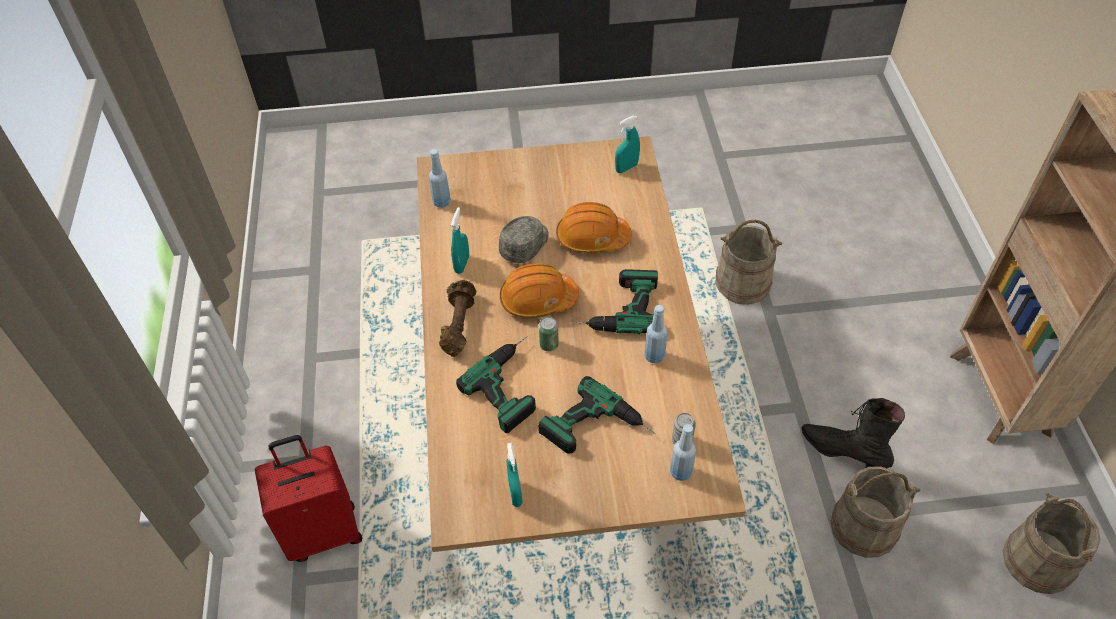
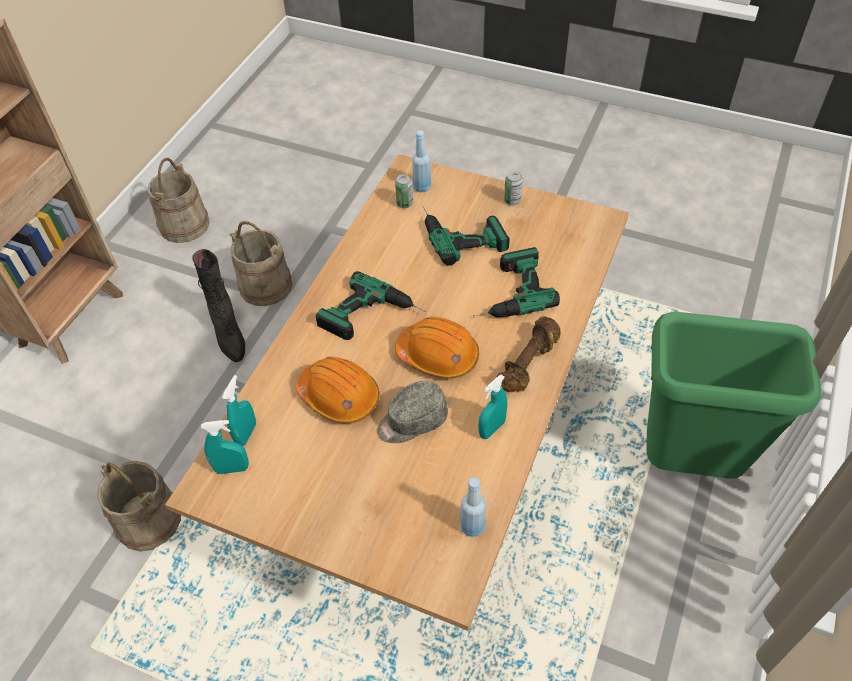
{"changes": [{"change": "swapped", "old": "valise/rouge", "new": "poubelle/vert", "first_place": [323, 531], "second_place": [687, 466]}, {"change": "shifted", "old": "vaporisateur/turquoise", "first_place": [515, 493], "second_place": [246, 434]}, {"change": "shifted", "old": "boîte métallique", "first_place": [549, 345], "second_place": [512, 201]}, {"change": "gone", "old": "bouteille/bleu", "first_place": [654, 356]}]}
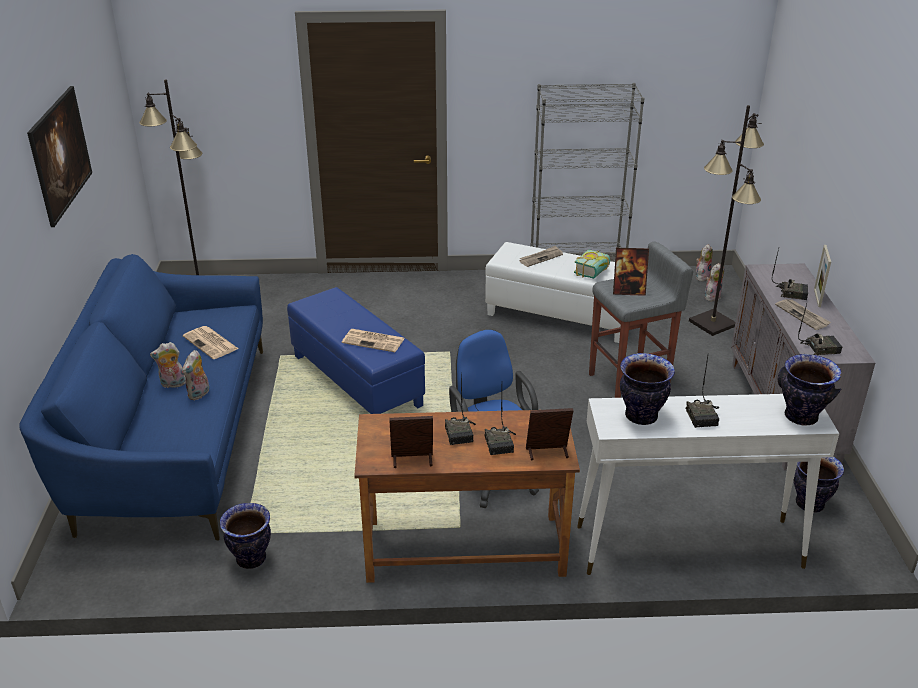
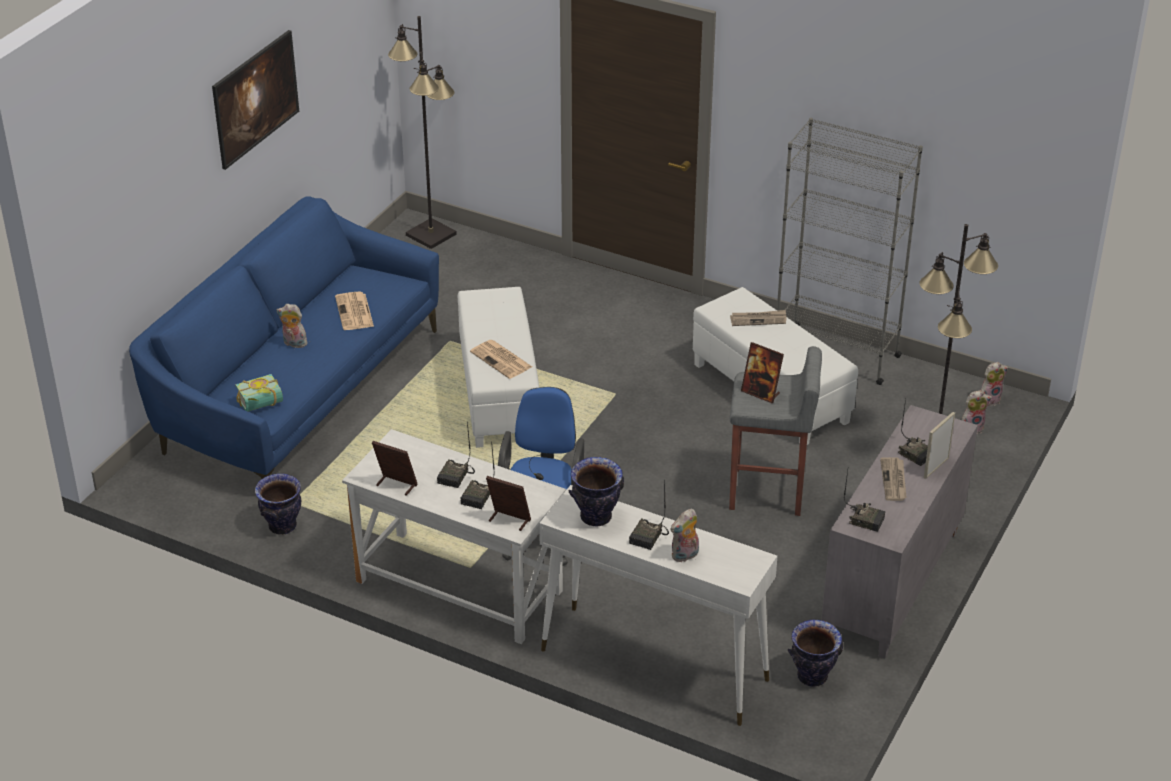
{"changes": [{"change": "shifted", "old": "peluche", "first_place": [199, 394], "second_place": [685, 556]}, {"change": "repainted", "old": "pouf/bleu", "new": "pouf/blanc", "first_place": [355, 381], "second_place": [498, 393]}, {"change": "repainted", "old": "bureau/marron", "new": "bureau/blanc", "first_place": [464, 548], "second_place": [458, 587]}, {"change": "shifted", "old": "livre", "first_place": [595, 272], "second_place": [262, 405]}, {"change": "gone", "old": "vase", "first_place": [800, 417]}]}
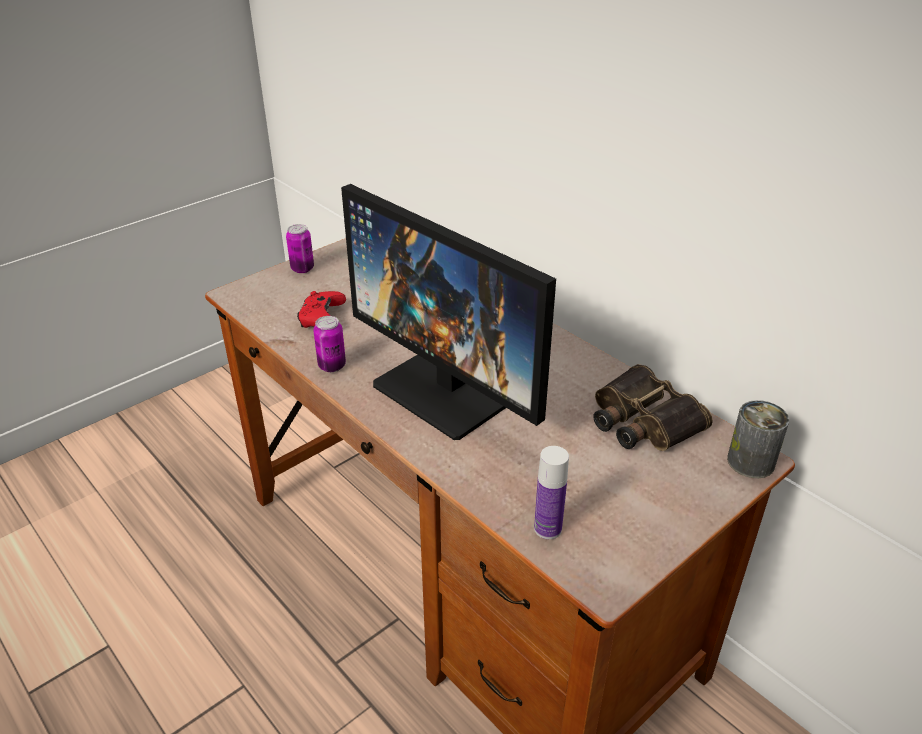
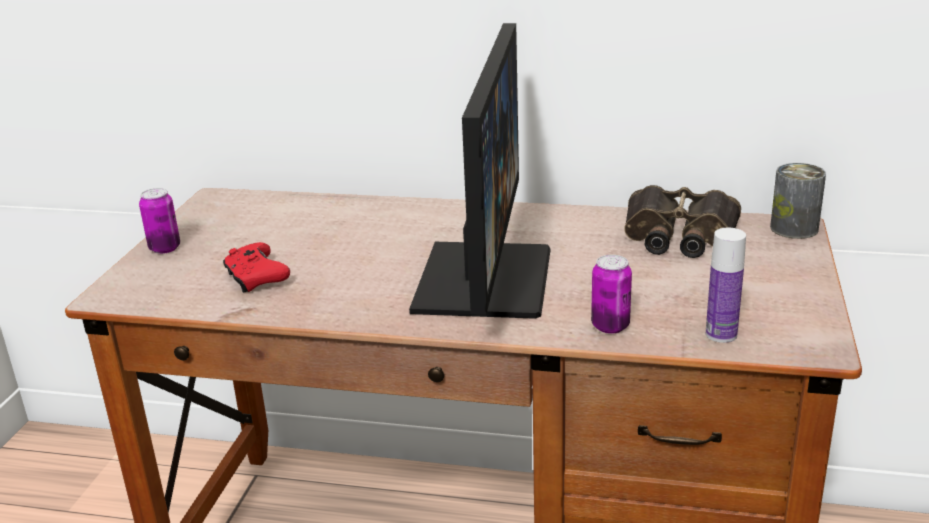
{"changes": [{"change": "shifted", "old": "boîte métallique", "first_place": [332, 366], "second_place": [610, 326]}, {"change": "rotated", "old": "écran d'ordinateur", "first_place": [451, 389], "second_place": [483, 278], "degrees": -90}]}
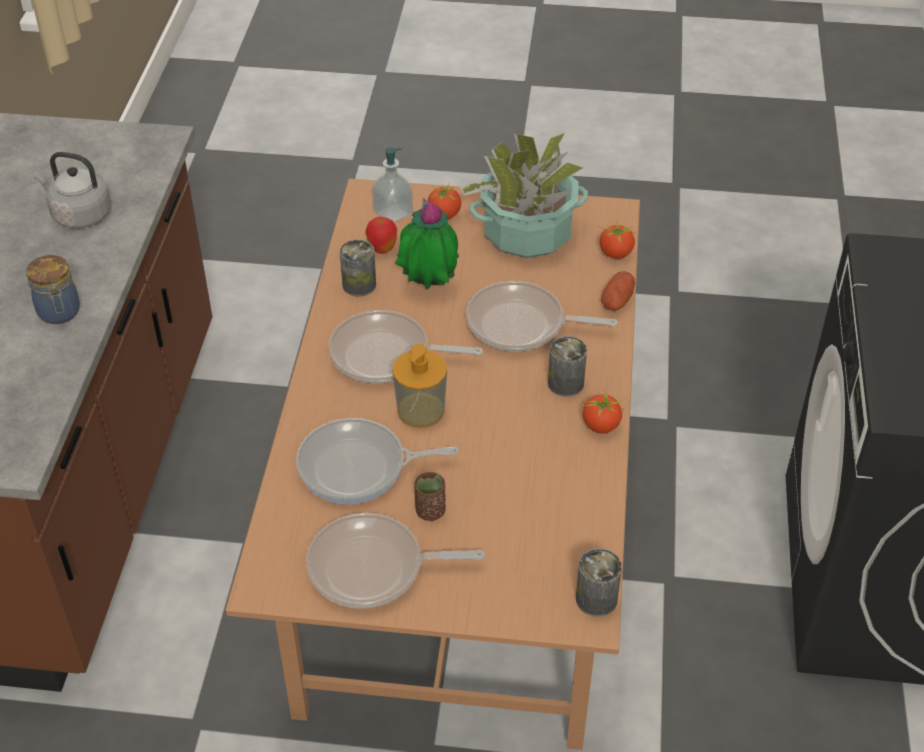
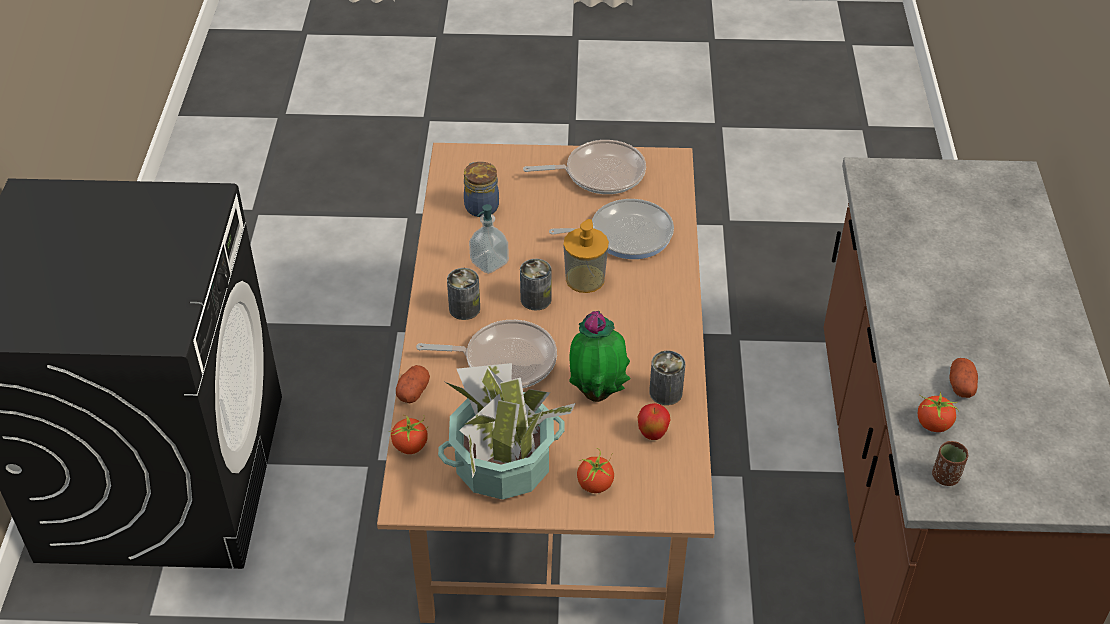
{"changes": [{"change": "shifted", "old": "bocal", "first_place": [59, 313], "second_place": [481, 206]}, {"change": "swapped", "old": "bouilloire/gris", "new": "pomme de terre", "first_place": [79, 215], "second_place": [961, 385]}, {"change": "gone", "old": "poêle", "first_place": [386, 355]}, {"change": "shifted", "old": "distributeur de savon", "first_place": [393, 213], "second_place": [489, 262]}, {"change": "shifted", "old": "tasse/marron", "first_place": [430, 511], "second_place": [945, 477]}, {"change": "shifted", "old": "boîte métallique", "first_place": [596, 599], "second_place": [536, 299]}, {"change": "shifted", "old": "tomate", "first_place": [601, 425], "second_place": [933, 424]}]}
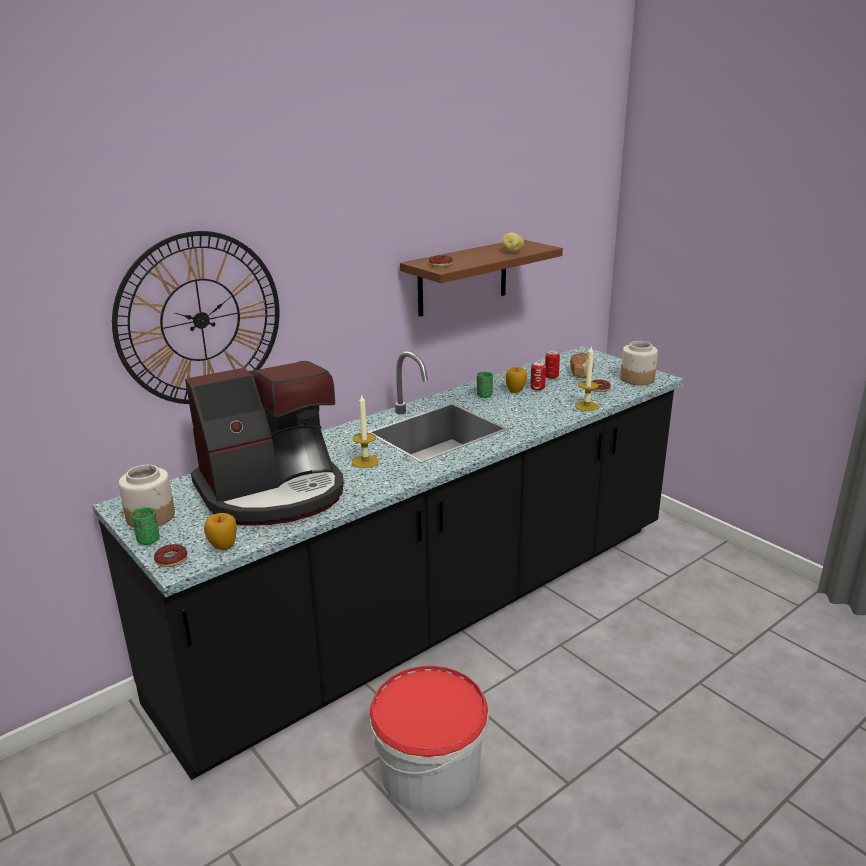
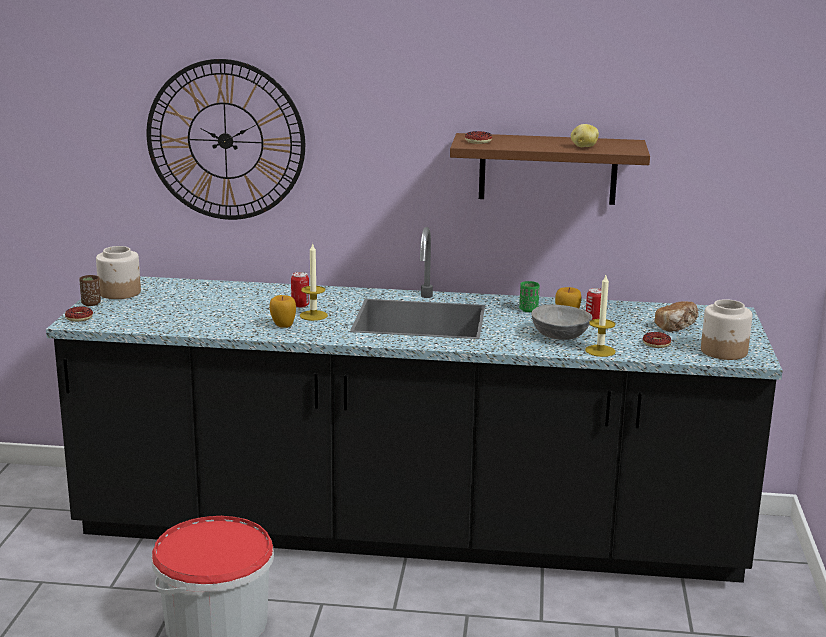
{"changes": [{"change": "repainted", "old": "tasse/vert", "new": "tasse/marron", "first_place": [148, 540], "second_place": [91, 303]}, {"change": "gone", "old": "machine à café", "first_place": [273, 492]}, {"change": "shifted", "old": "pomme", "first_place": [223, 547], "second_place": [283, 326]}, {"change": "shifted", "old": "boîte métallique", "first_place": [551, 376], "second_place": [300, 305]}, {"change": "new", "new": "bol/gris", "second_place": [559, 335]}]}
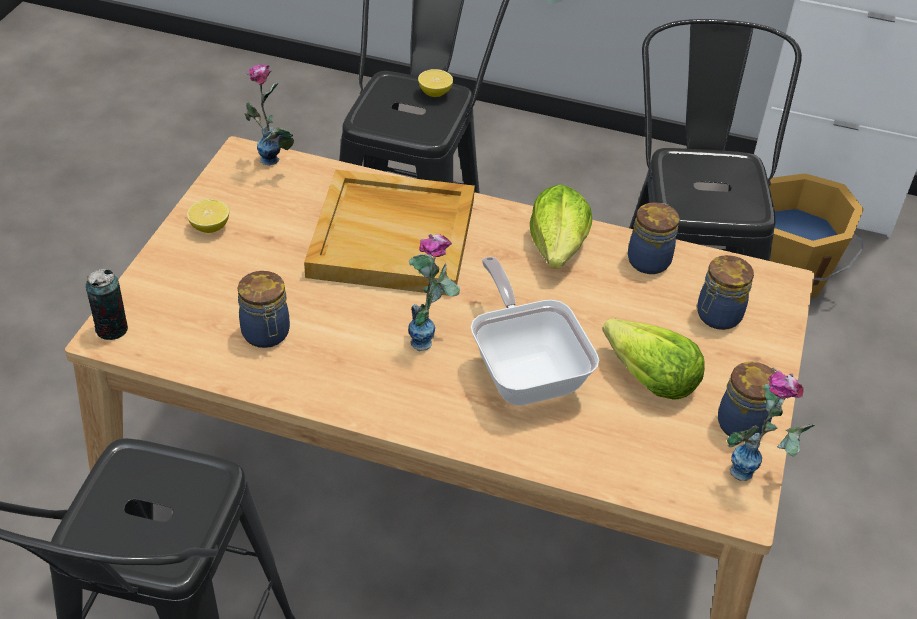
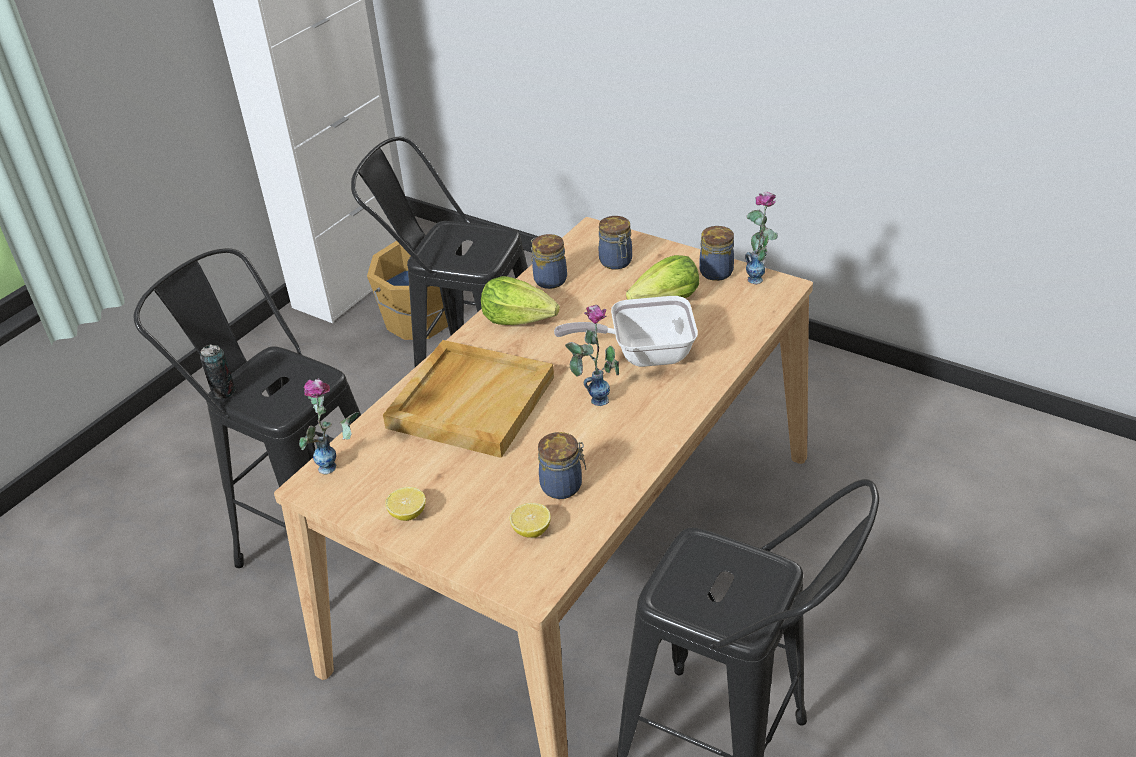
{"changes": [{"change": "shifted", "old": "boîte métallique", "first_place": [112, 329], "second_place": [223, 391]}, {"change": "shifted", "old": "citron", "first_place": [435, 93], "second_place": [531, 530]}]}
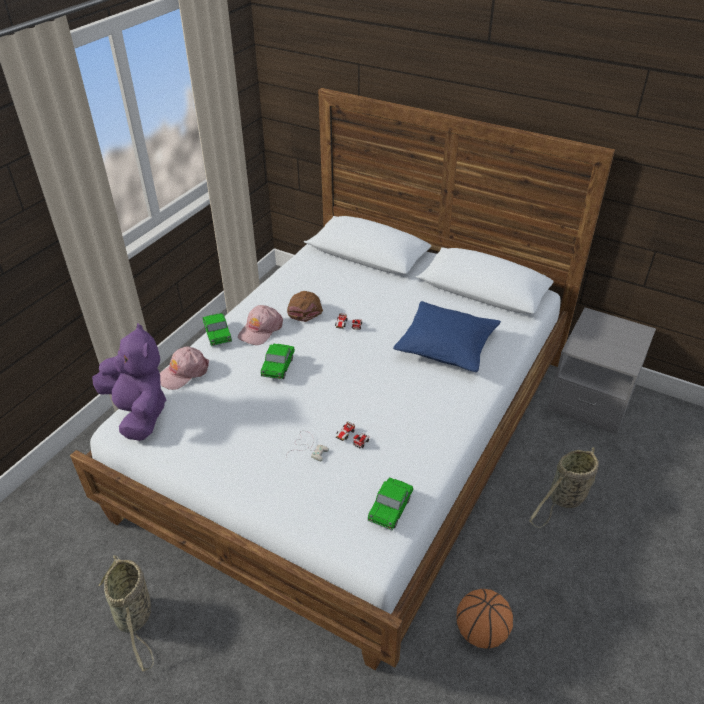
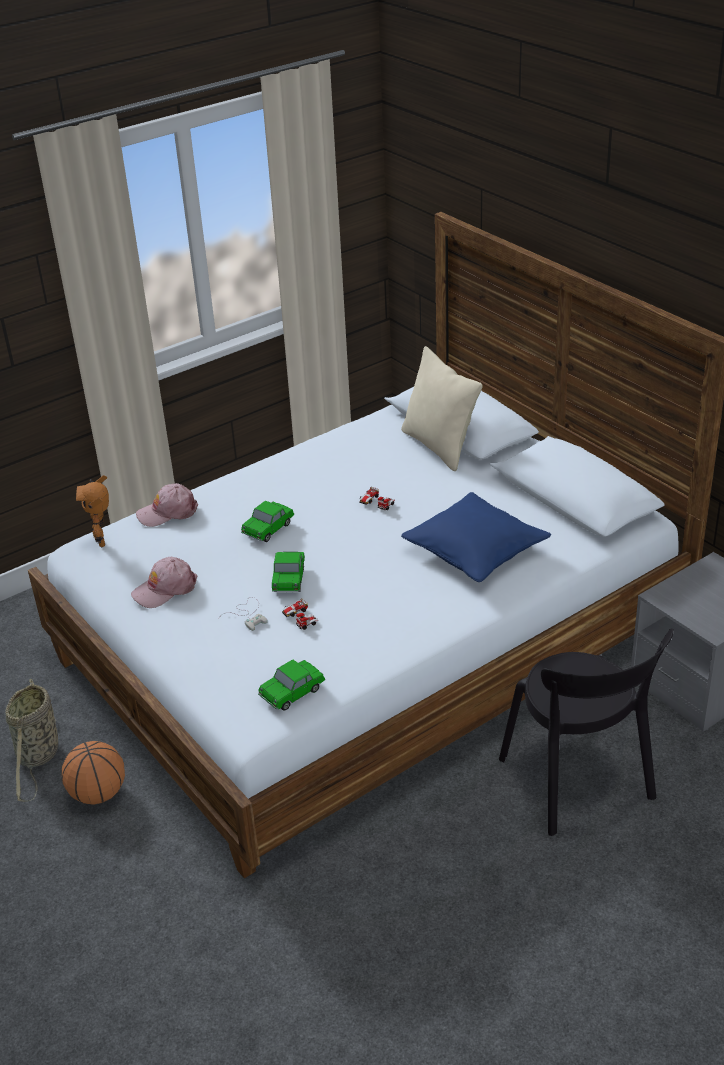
{"changes": [{"change": "swapped", "old": "peluche/violet", "new": "robot jouet", "first_place": [139, 413], "second_place": [103, 541]}, {"change": "shifted", "old": "petite voiture", "first_place": [218, 335], "second_place": [289, 580]}, {"change": "shifted", "old": "casquette/rose", "first_place": [260, 330], "second_place": [165, 589]}, {"change": "gone", "old": "casquette/marron", "first_place": [305, 308]}, {"change": "shifted", "old": "ballon de basket", "first_place": [481, 632], "second_place": [98, 794]}, {"change": "swapped", "old": "panier", "new": "chaise/noir", "first_place": [565, 499], "second_place": [579, 783]}, {"change": "new", "new": "coussin/beige", "second_place": [439, 446]}]}
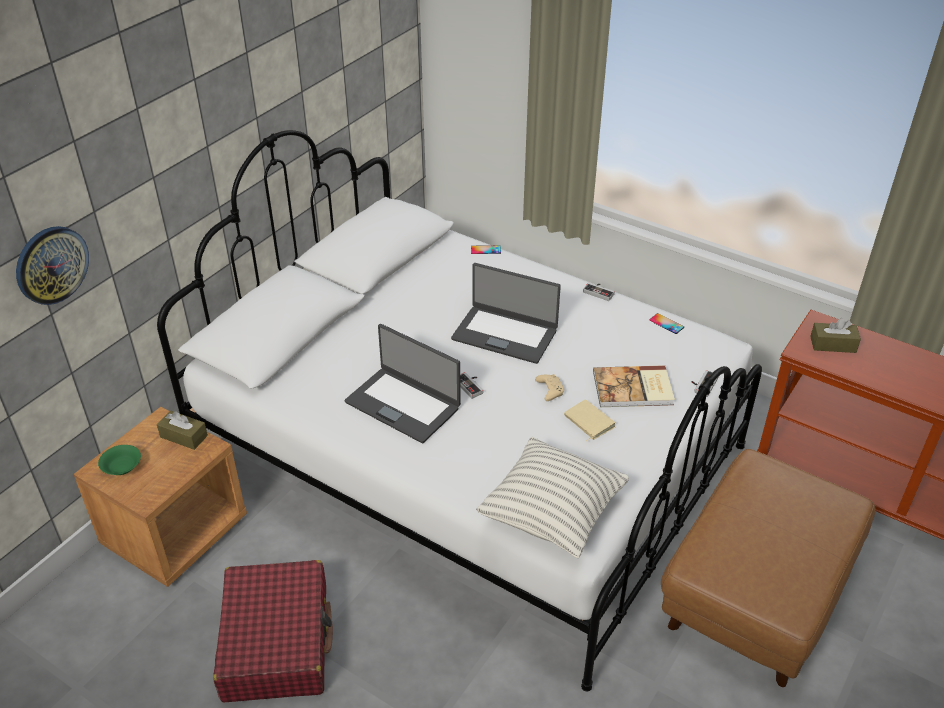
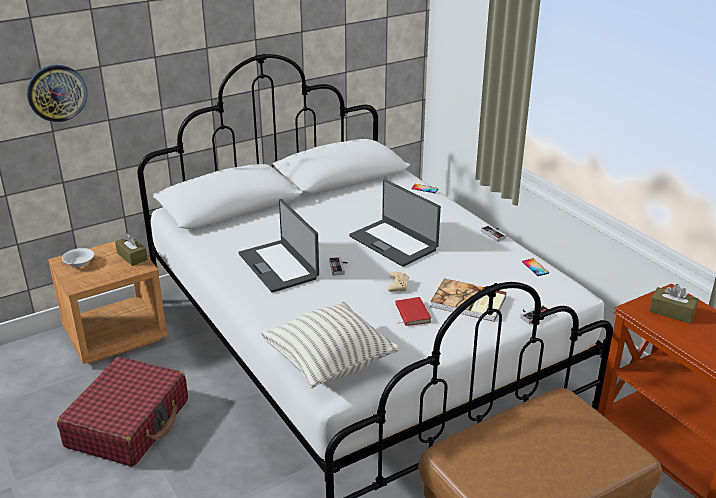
{"changes": [{"change": "repainted", "old": "bol/vert", "new": "bol/blanc", "first_place": [121, 467], "second_place": [79, 263]}, {"change": "repainted", "old": "livre/beige", "new": "livre/rouge", "first_place": [588, 422], "second_place": [411, 314]}]}
